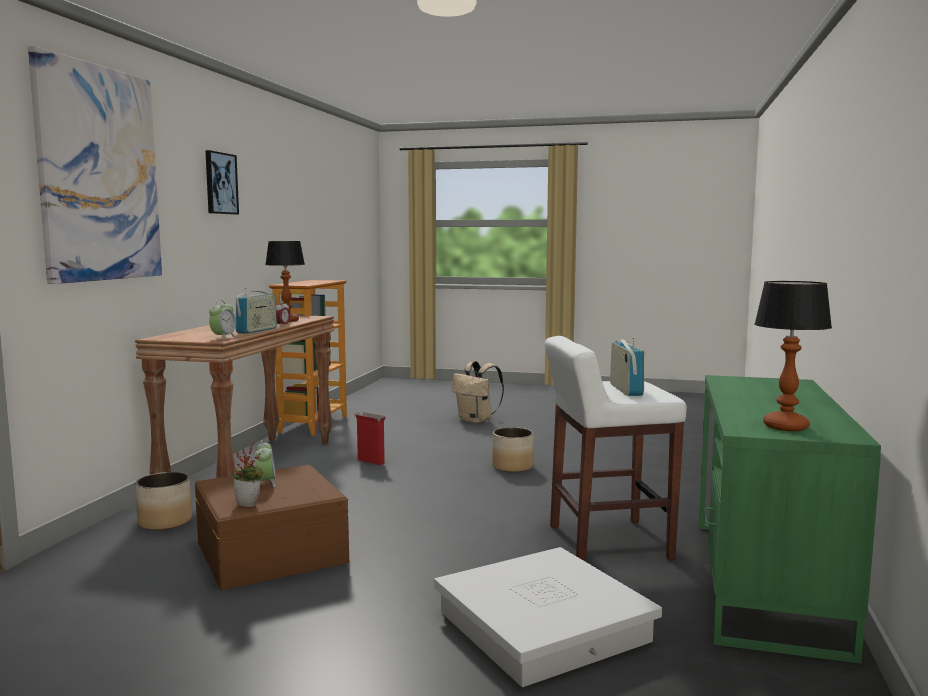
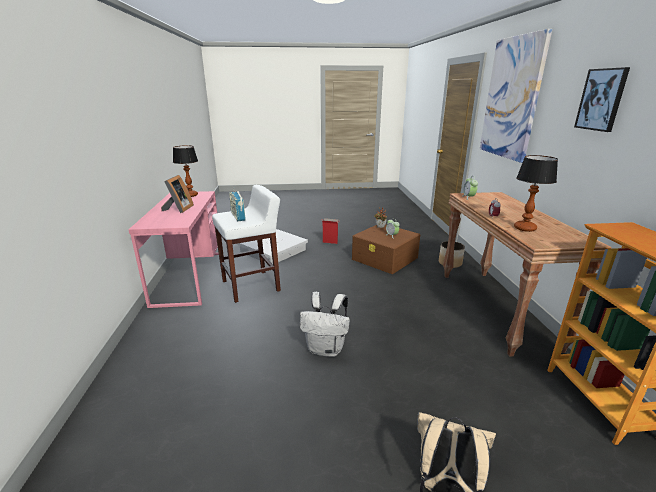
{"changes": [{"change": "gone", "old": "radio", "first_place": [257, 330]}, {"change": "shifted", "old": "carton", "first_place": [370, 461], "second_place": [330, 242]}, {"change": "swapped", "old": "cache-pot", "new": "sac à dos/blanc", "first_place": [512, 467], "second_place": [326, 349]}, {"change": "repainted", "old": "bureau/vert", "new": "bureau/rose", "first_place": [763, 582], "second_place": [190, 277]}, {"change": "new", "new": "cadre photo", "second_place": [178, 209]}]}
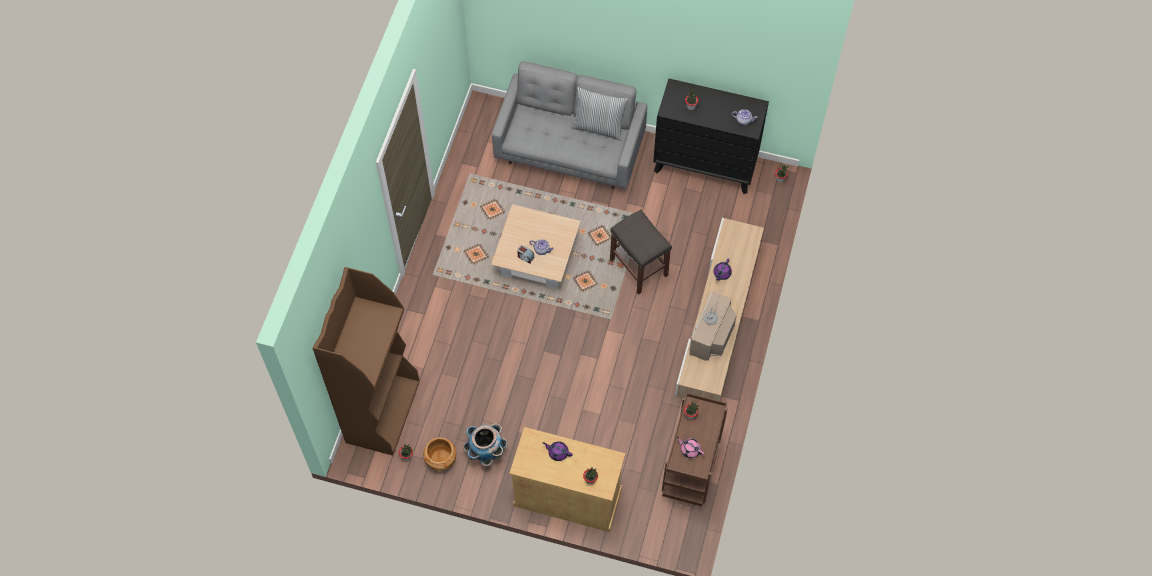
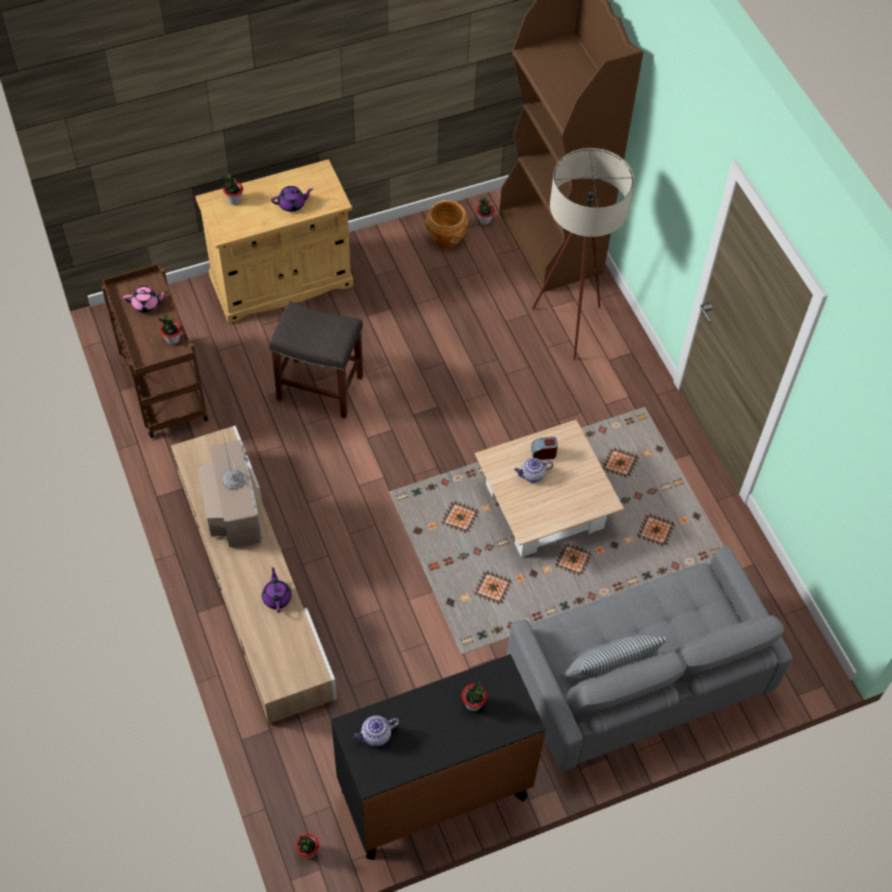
{"changes": [{"change": "gone", "old": "cache-pot", "first_place": [486, 453]}, {"change": "shifted", "old": "tabouret/gris", "first_place": [639, 268], "second_place": [319, 388]}, {"change": "new", "new": "lampadaire/beige", "second_place": [569, 332]}]}
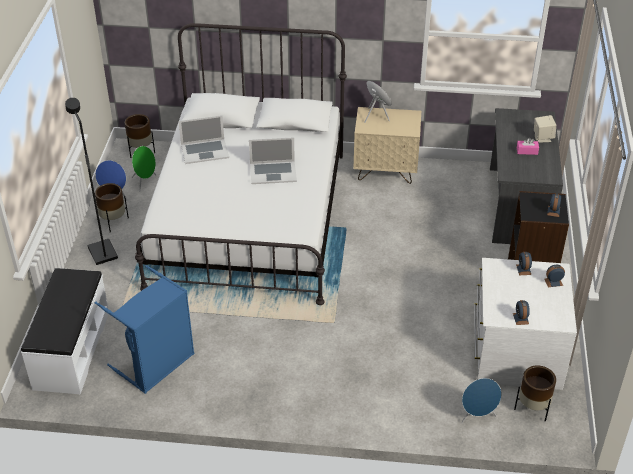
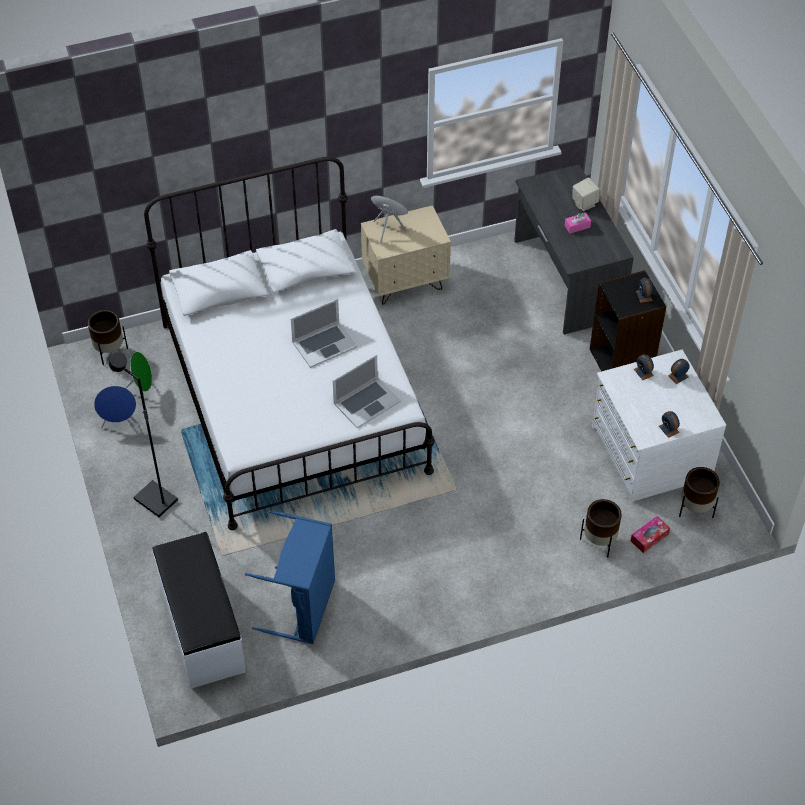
{"changes": [{"change": "shifted", "old": "cache-pot/marron", "first_place": [113, 222], "second_place": [599, 541]}, {"change": "shifted", "old": "ordinateur portable", "first_place": [204, 151], "second_place": [366, 402]}, {"change": "swapped", "old": "enceinte/bleu", "new": "boîte à mouchoirs", "first_place": [477, 416], "second_place": [649, 537]}]}
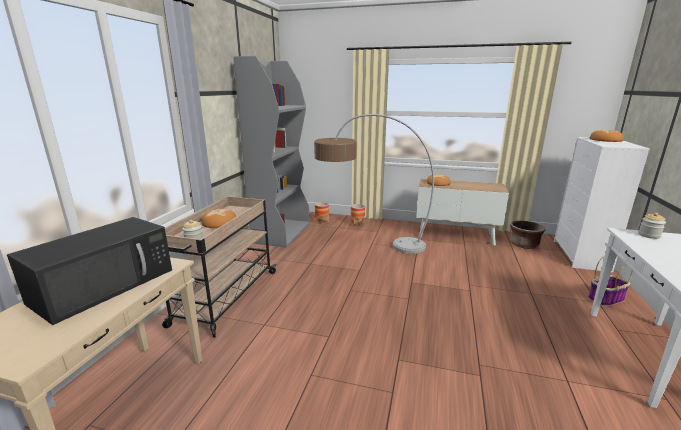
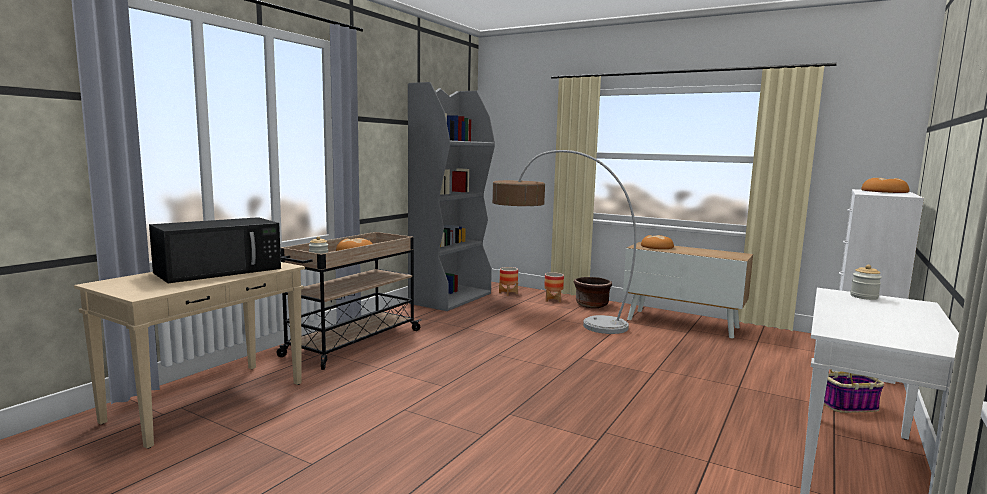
{"changes": [{"change": "shifted", "old": "cache-pot/marron", "first_place": [523, 244], "second_place": [591, 305]}]}
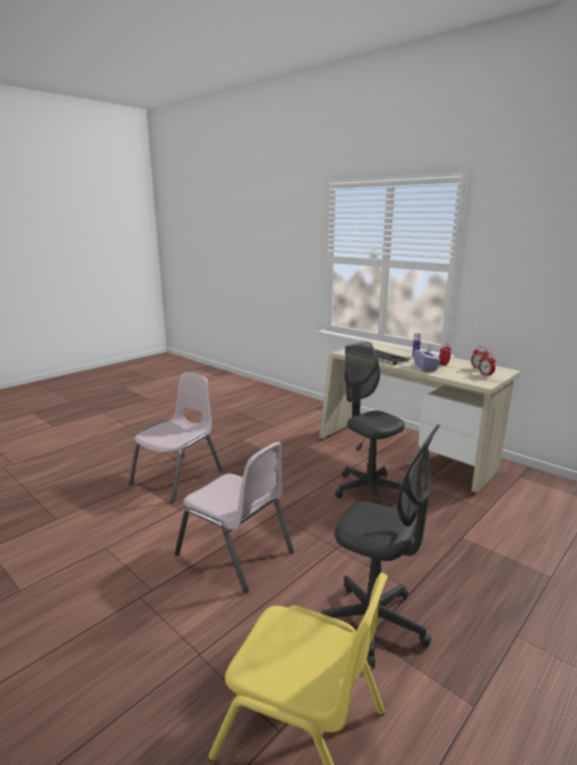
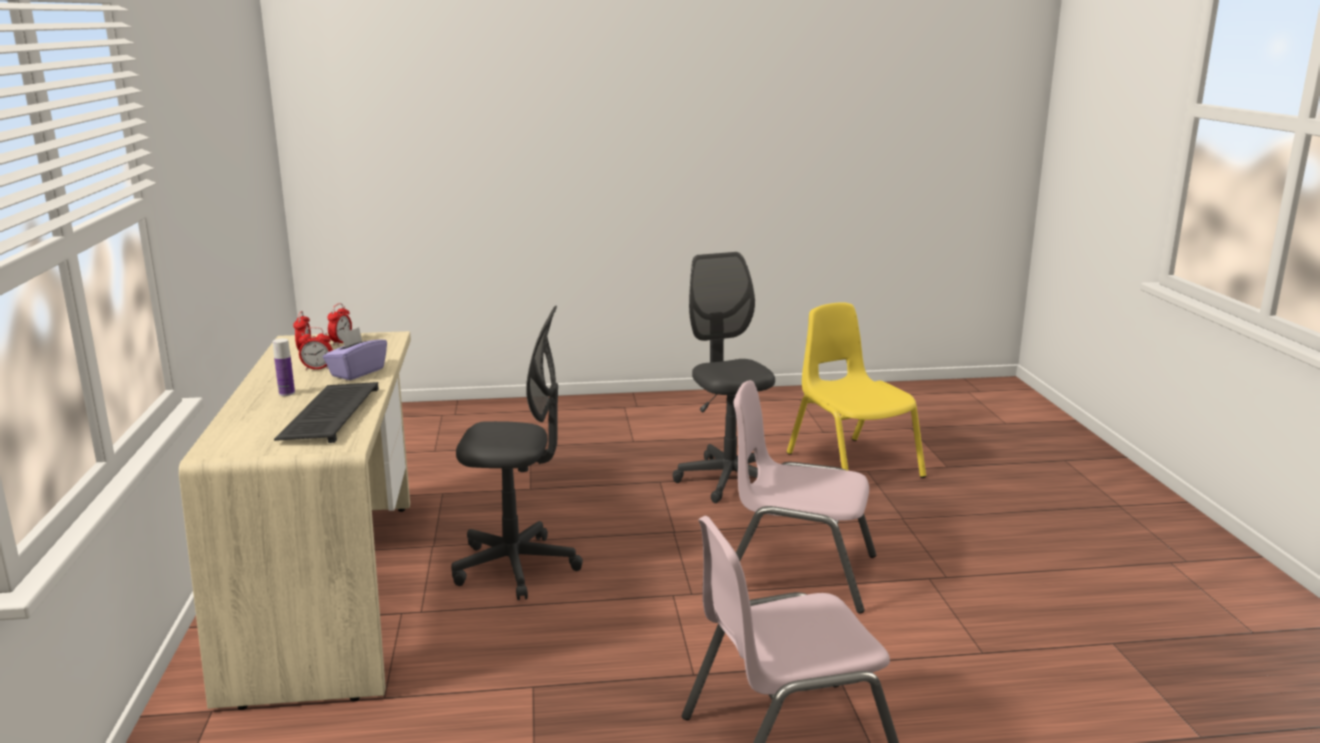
{"changes": [{"change": "rotated", "old": "chaise/rose", "first_place": [235, 553], "second_place": [798, 573], "degrees": -60}, {"change": "rotated", "old": "chaise de bureau/gris", "first_place": [368, 490], "second_place": [516, 567], "degrees": -90}]}
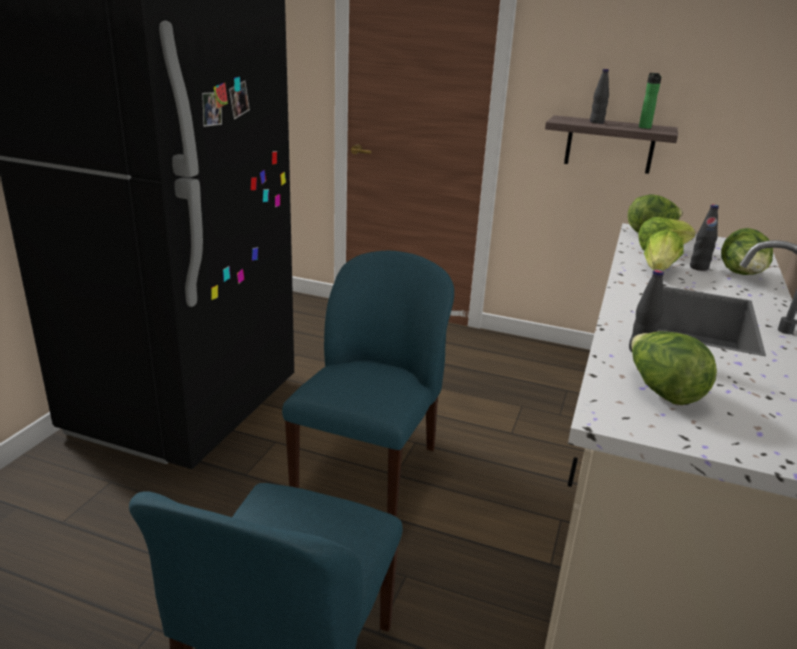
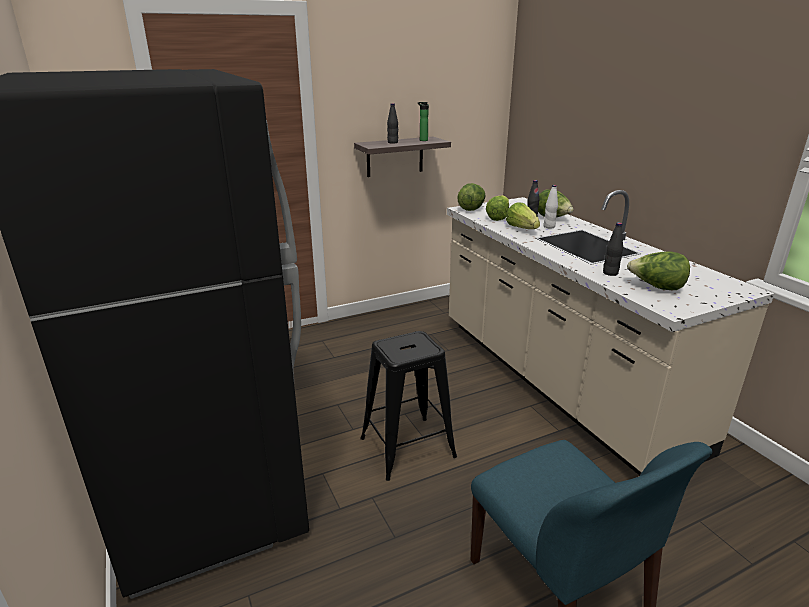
{"changes": [{"change": "swapped", "old": "chaise/bleu", "new": "tabouret/noir", "first_place": [368, 469], "second_place": [407, 448]}, {"change": "new", "new": "bouteille/blanc", "second_place": [549, 226]}]}
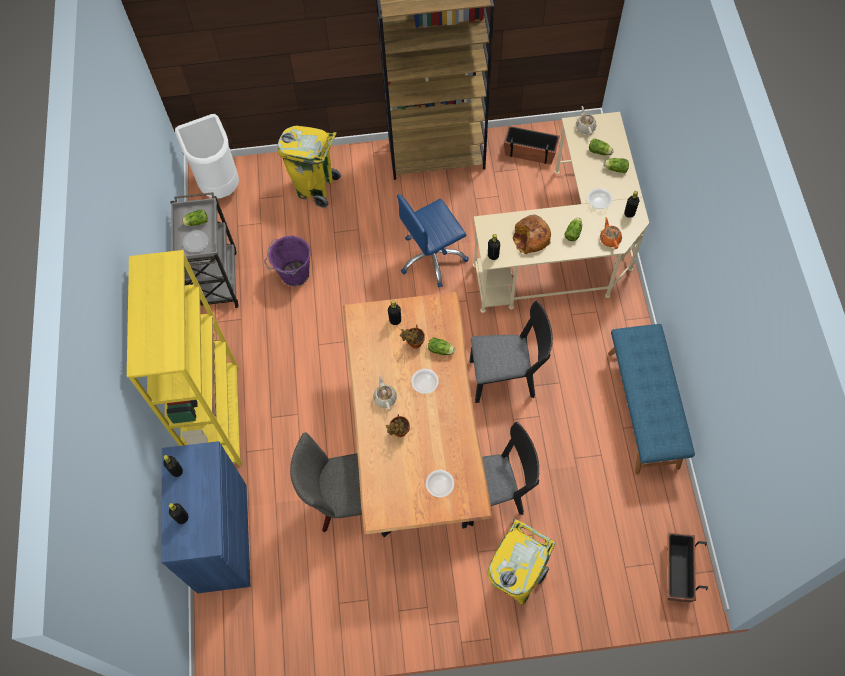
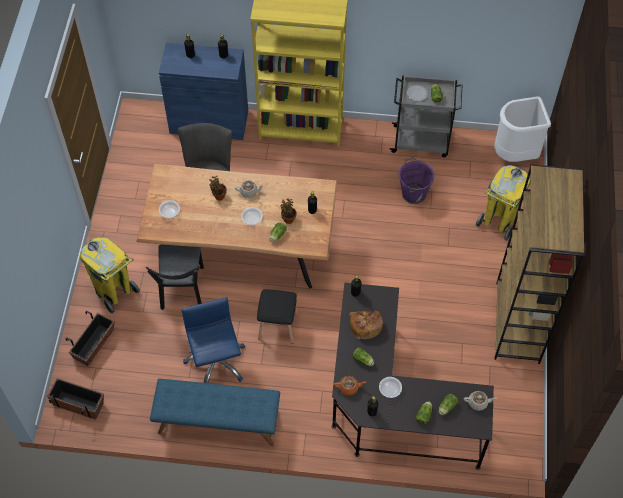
{"changes": [{"change": "shifted", "old": "chaise de bureau/bleu", "first_place": [432, 258], "second_place": [216, 362]}, {"change": "swapped", "old": "chaise/noir", "new": "tabouret/noir", "first_place": [507, 377], "second_place": [277, 326]}, {"change": "repainted", "old": "bureau/beige", "new": "bureau/noir", "first_place": [566, 248], "second_place": [391, 406]}, {"change": "shifted", "old": "cache-pot", "first_place": [530, 152], "second_place": [94, 345]}]}
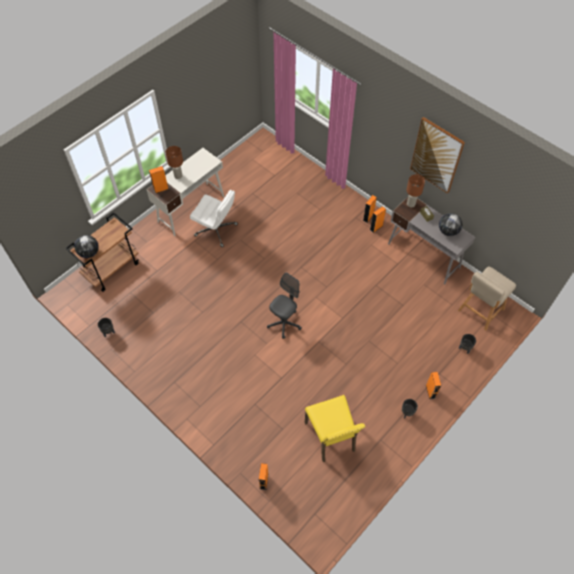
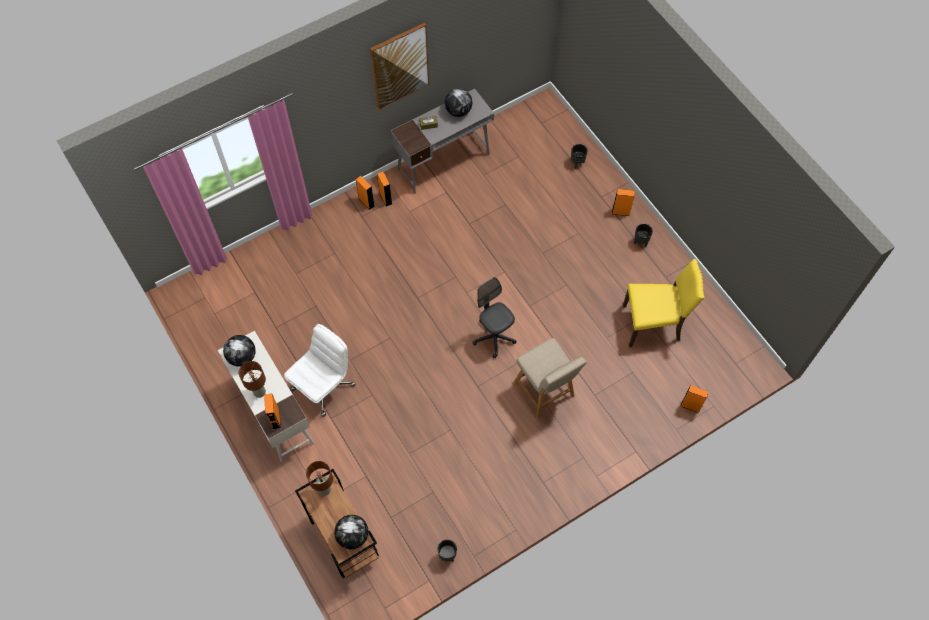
{"changes": [{"change": "shifted", "old": "lampe de table/marron", "first_place": [411, 204], "second_place": [324, 489]}, {"change": "shifted", "old": "chaise/beige", "first_place": [479, 311], "second_place": [545, 392]}, {"change": "new", "new": "globe", "second_place": [242, 357]}]}
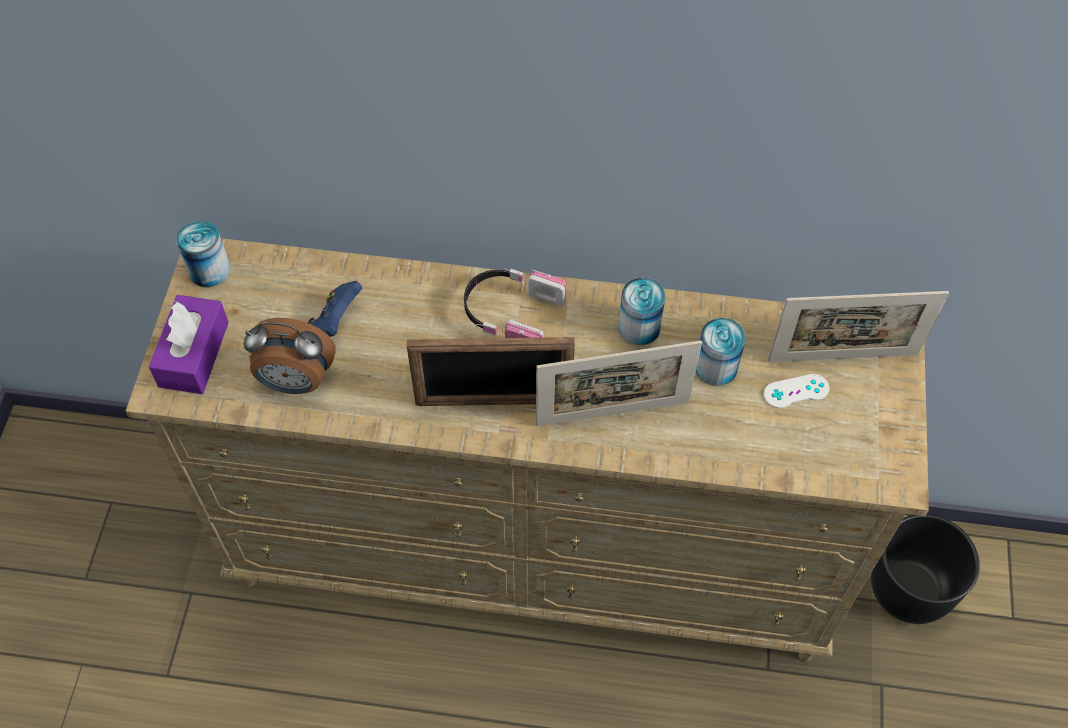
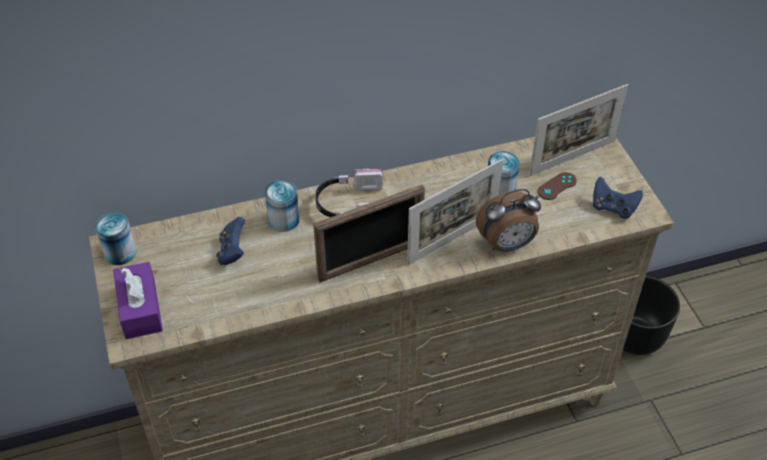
{"changes": [{"change": "shifted", "old": "réveil", "first_place": [296, 381], "second_place": [507, 244]}, {"change": "shifted", "old": "boîte métallique", "first_place": [639, 327], "second_place": [284, 220]}, {"change": "repainted", "old": "manette/blanc", "new": "manette/marron", "first_place": [796, 391], "second_place": [557, 186]}, {"change": "new", "new": "manette/bleu", "second_place": [613, 208]}]}
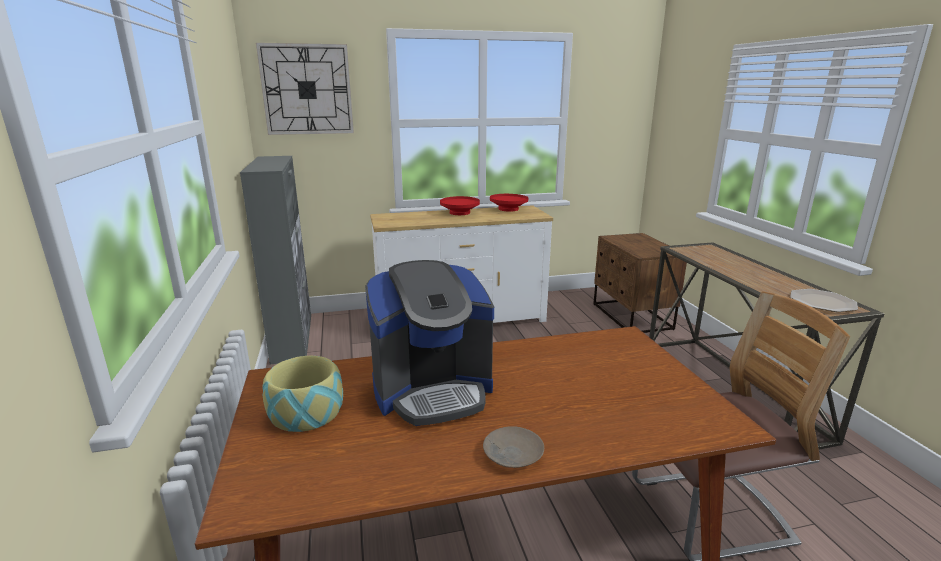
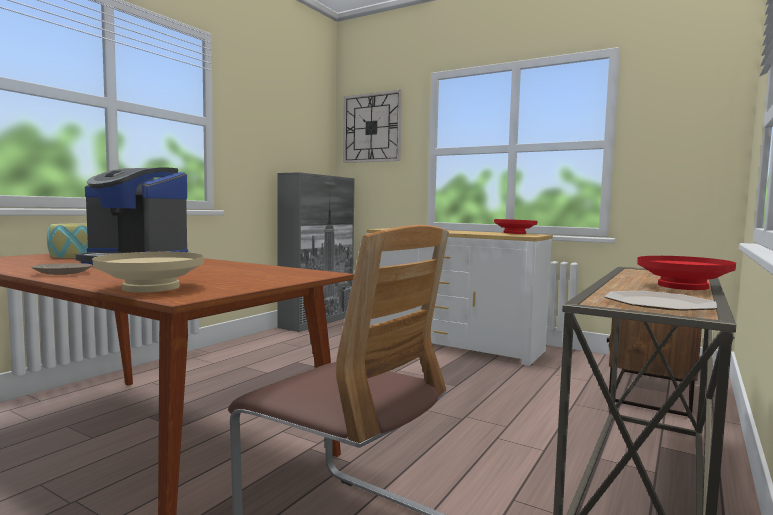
{"changes": [{"change": "shifted", "old": "bol/rouge", "first_place": [459, 213], "second_place": [682, 286]}, {"change": "new", "new": "bol/beige", "second_place": [150, 288]}]}
